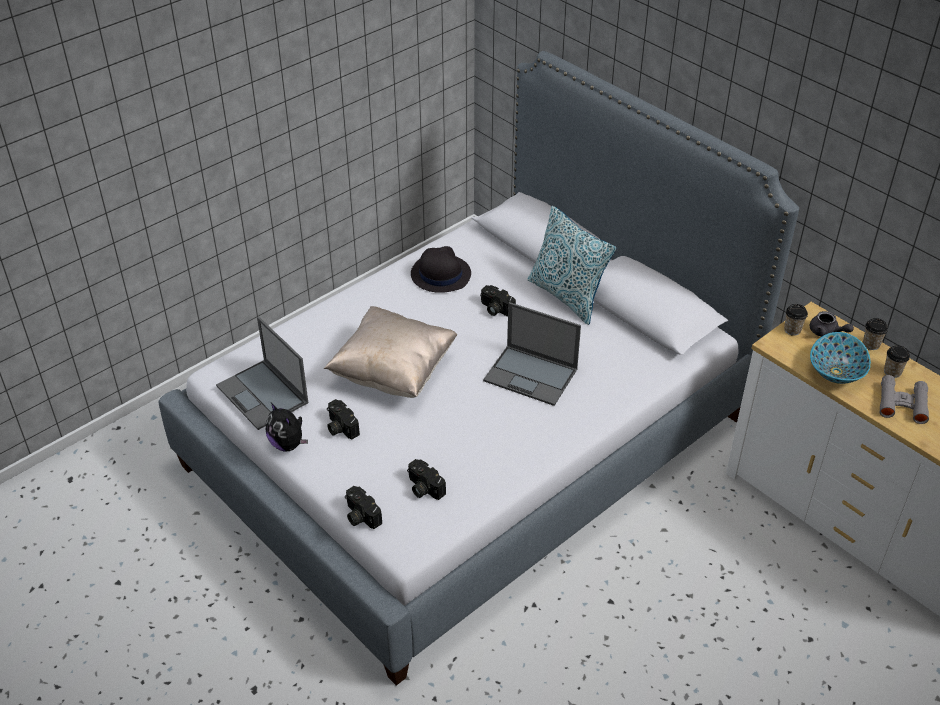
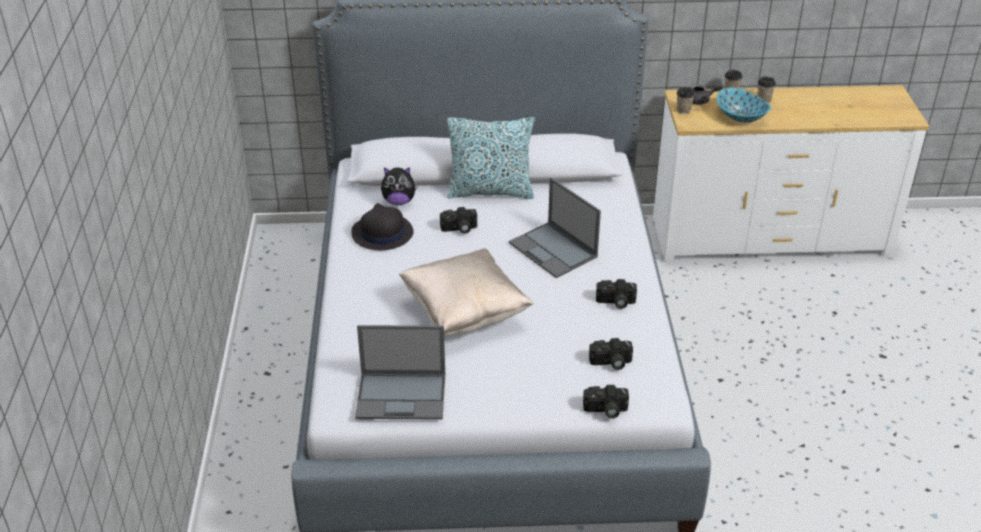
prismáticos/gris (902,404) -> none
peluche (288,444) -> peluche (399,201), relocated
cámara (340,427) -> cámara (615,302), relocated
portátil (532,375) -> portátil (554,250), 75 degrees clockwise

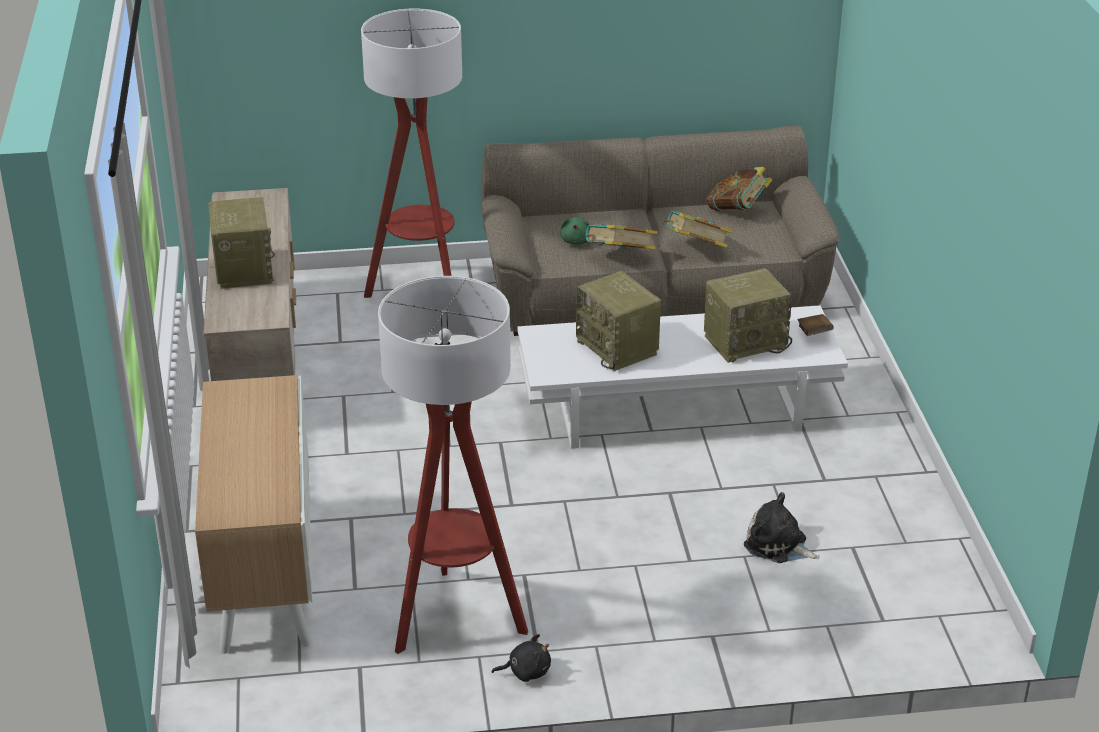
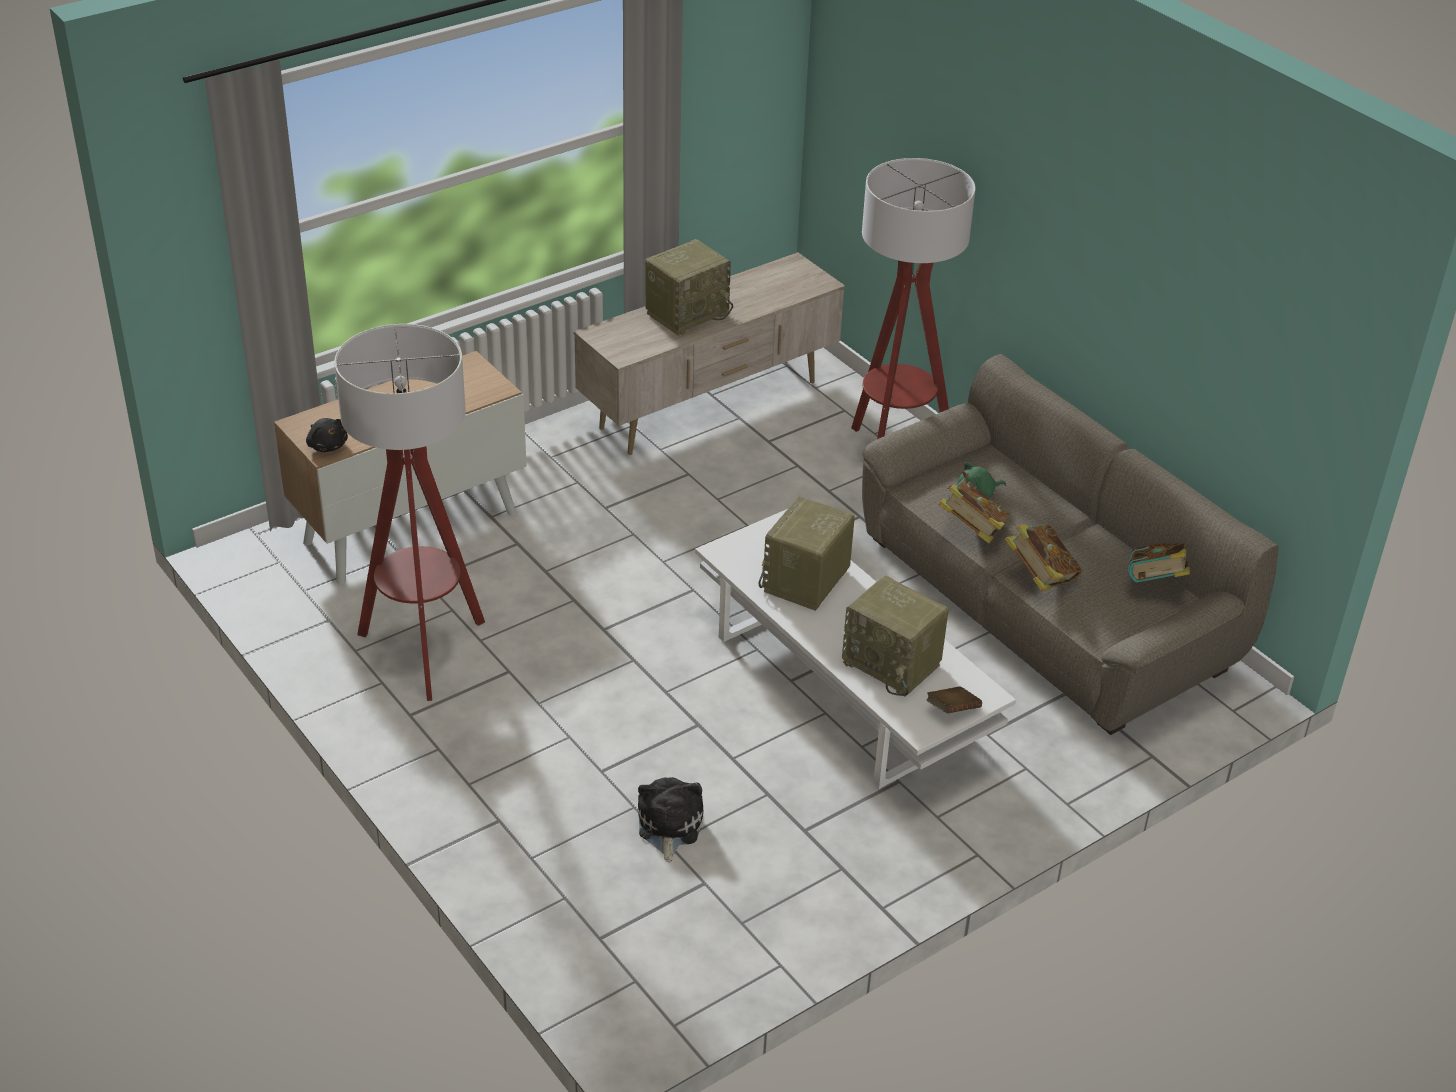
peluche/negro (526,671) -> peluche/negro (327,445), relocated

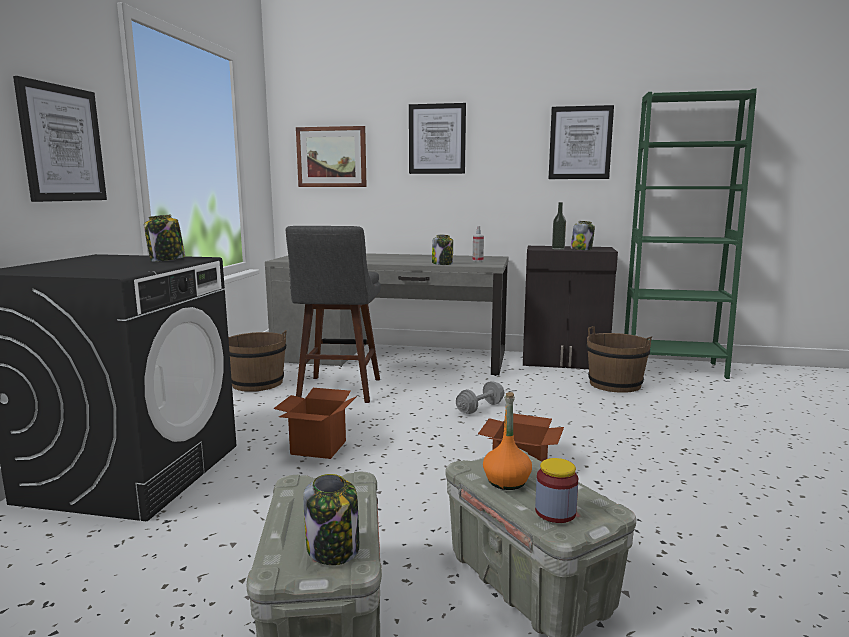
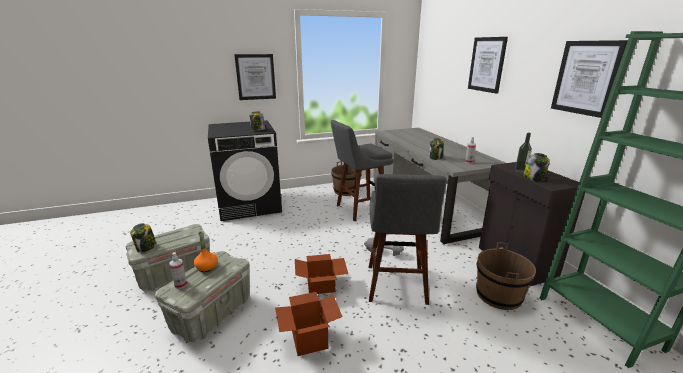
cuadro (331,157) -> none
none -> taburete/gris (396,286)
caja de cartón (319,447) -> caja de cartón (309,340), relocated
tarro (555,512) -> pulverizador (181,285)

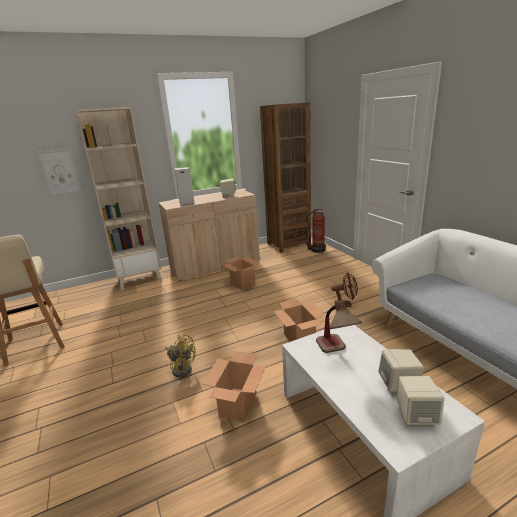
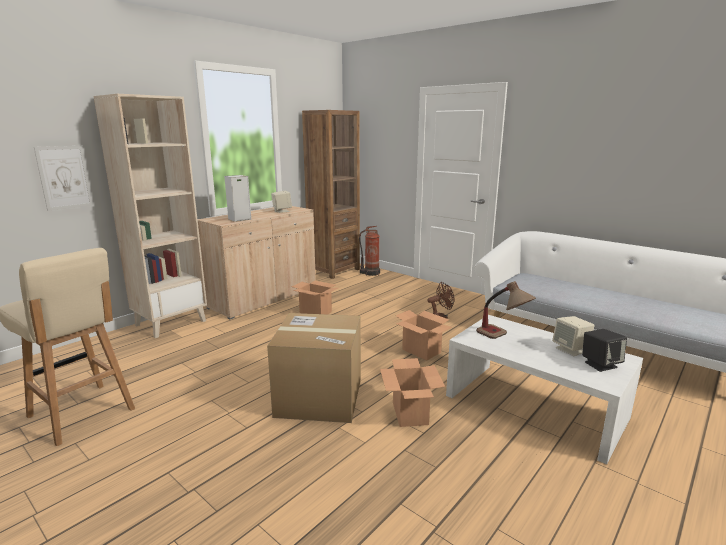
ventilador/amarillo (181,368) -> caja de cartón (319,397)
altavoz/beis (416,417) -> altavoz/negro (600,364)

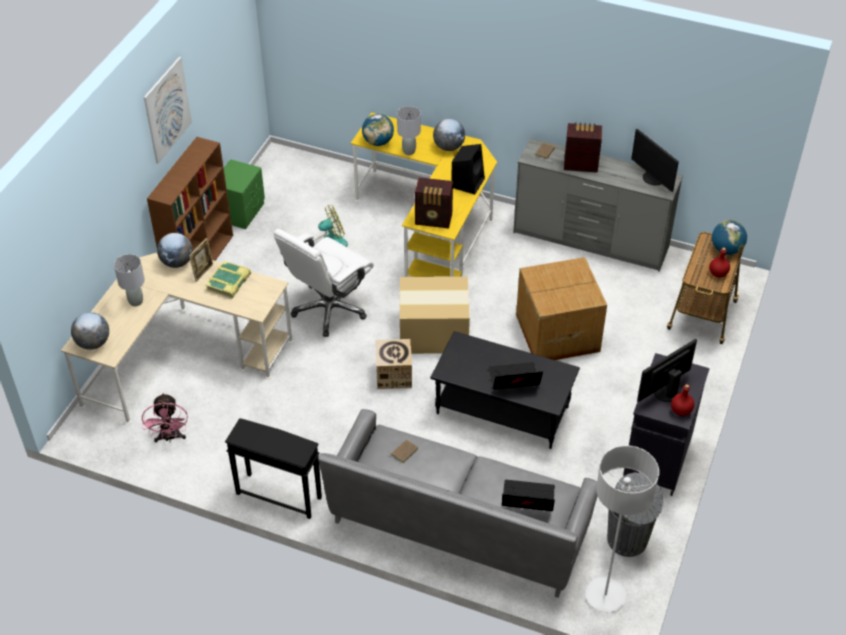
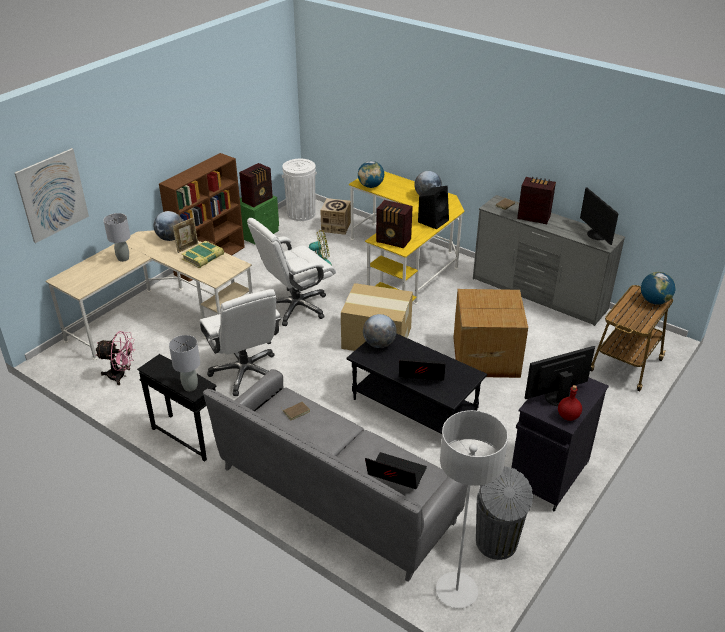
botella/rojo (717,273) -> none
none -> silla de oficina/blanco (245,372)
none -> radio (258,200)
none -> papelera/blanco (301,213)
globo terráqueo (93,343) -> globo terráqueo (379,344), relocated
cuadro (167,110) -> cuadro (52,195), relocated
caja de cartón (394,375) -> caja de cartón (336,227), relocated
lámpara de mesa/gris (409,151) -> lámpara de mesa/gris (190,387), relocated
ventilador/rosa (170,437) -> ventilador/rosa (121,376), 90 degrees counterclockwise

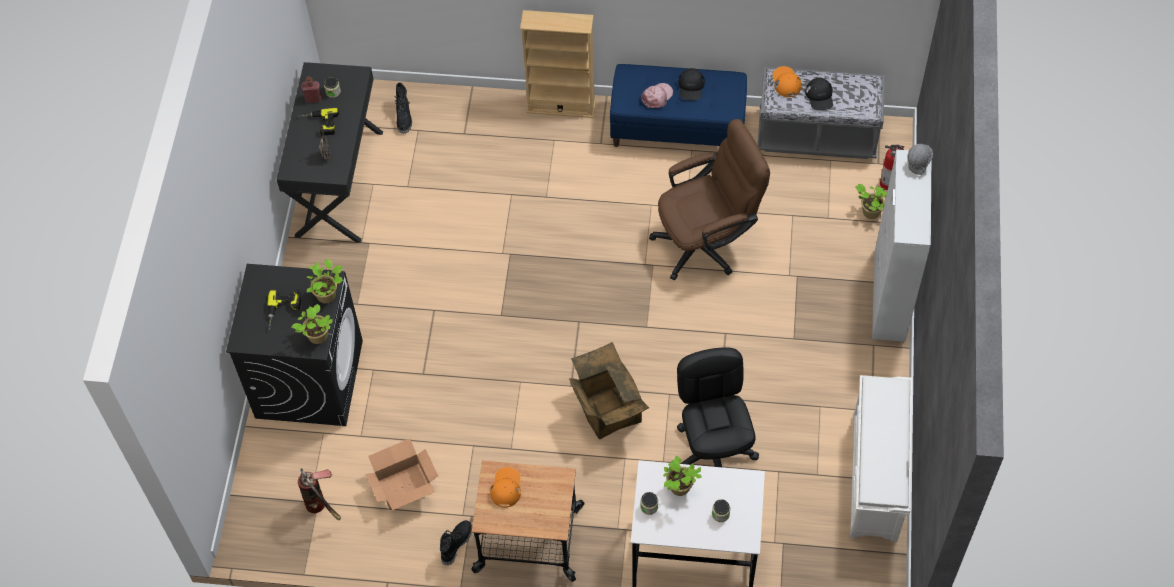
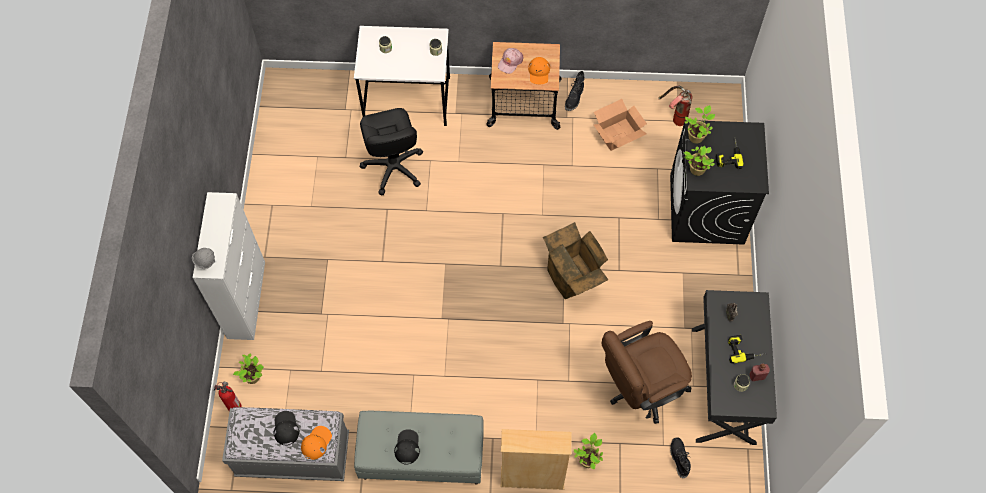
zapatero/blanco (875,479) -> none
caja de cartón (607,412) -> caja de cartón (574,276), relocated
gorra/rosa (657,97) -> gorra/rosa (510,62), relocated
silla de oficina/marrón (707,242) -> silla de oficina/marrón (640,388), relocated
planta en maceta (679,489) -> planta en maceta (588,459), relocated
banco/azul (678,128) -> banco/gris (421,457)
gorra/naranja (786,82) -> gorra/naranja (316,443), 135 degrees counterclockwise

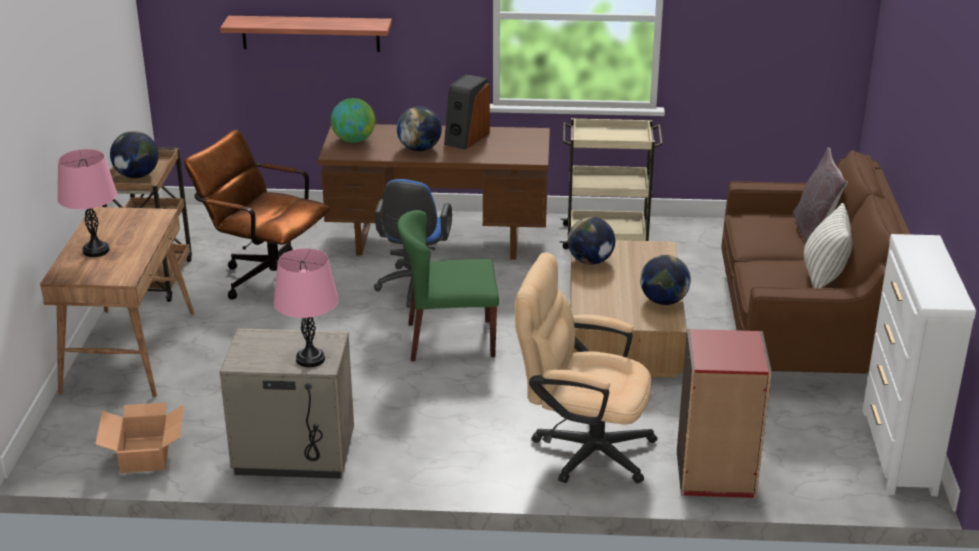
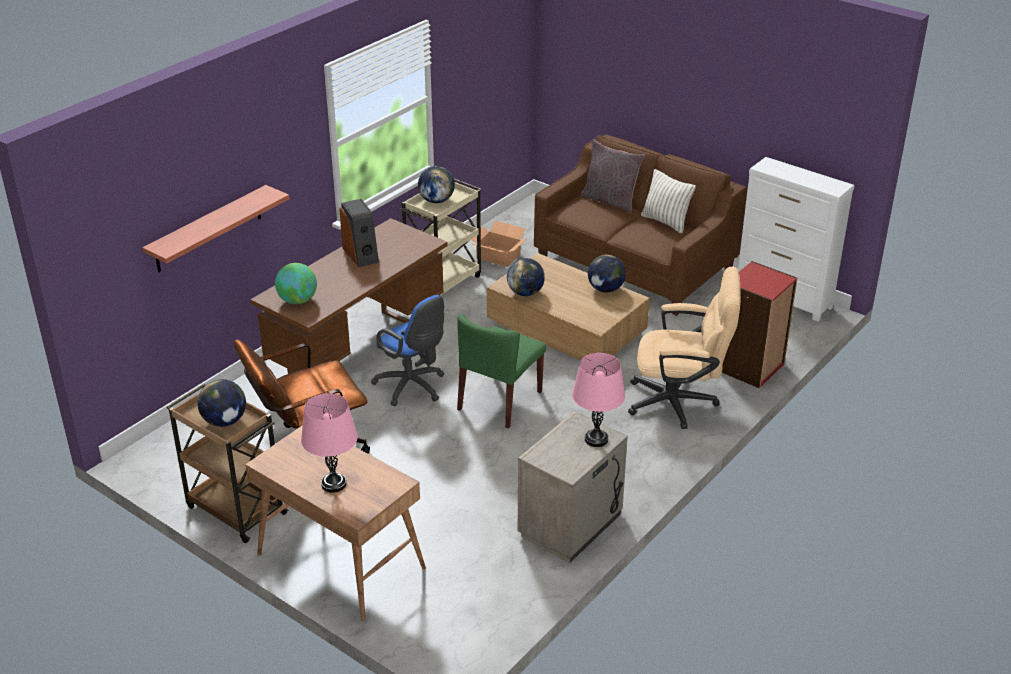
caja de cartón (146,454) -> caja de cartón (498,256), relocated
globo terráqueo (419,149) -> globo terráqueo (436,200), relocated
silla de oficina/beis (582,449) -> silla de oficina/beis (680,402), 135 degrees counterclockwise

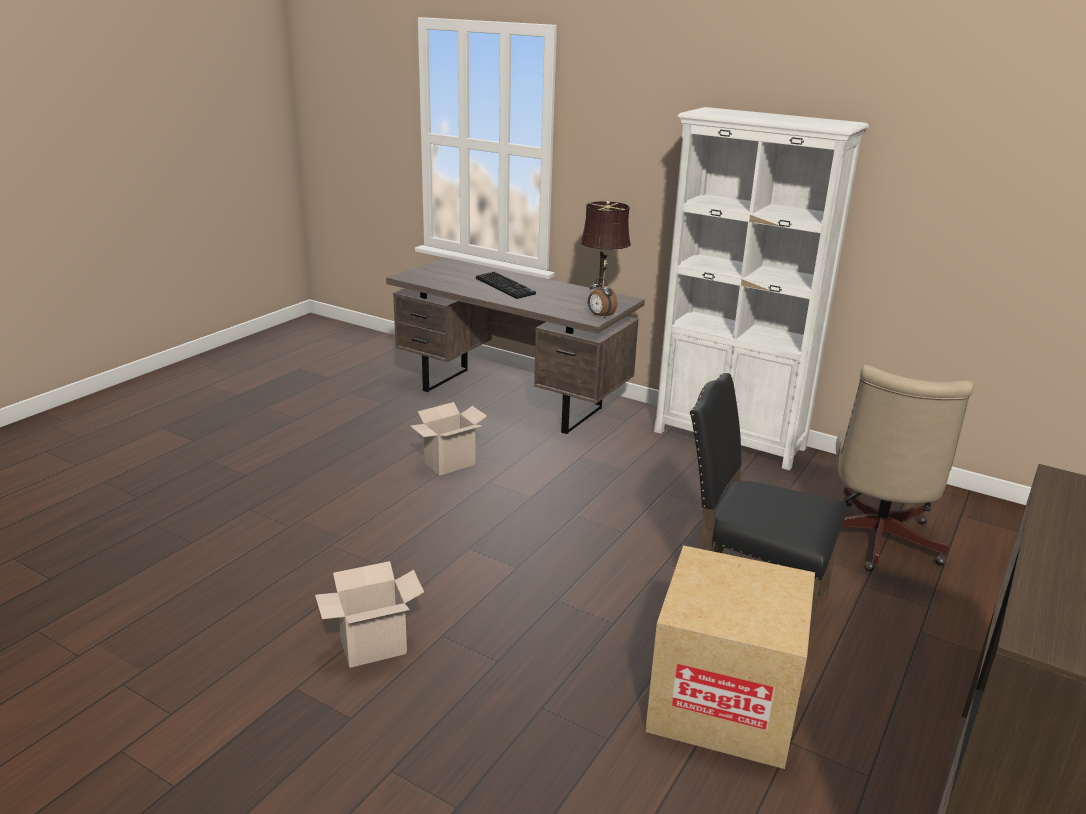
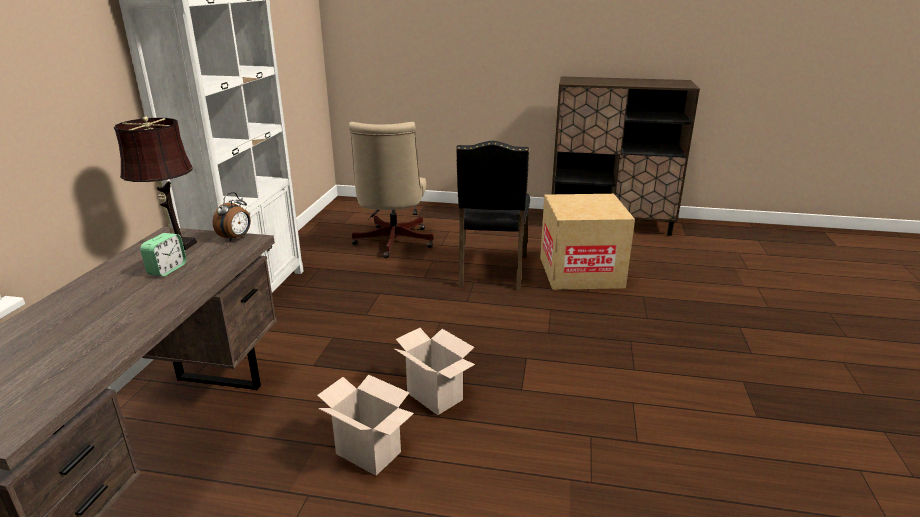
teclado (506,286) -> none
none -> despertador (167,269)
caja de cartón (372,649) -> caja de cartón (437,396), relocated
silla de oficina/beis (874,542) -> silla de oficina/beis (392,243), 90 degrees clockwise

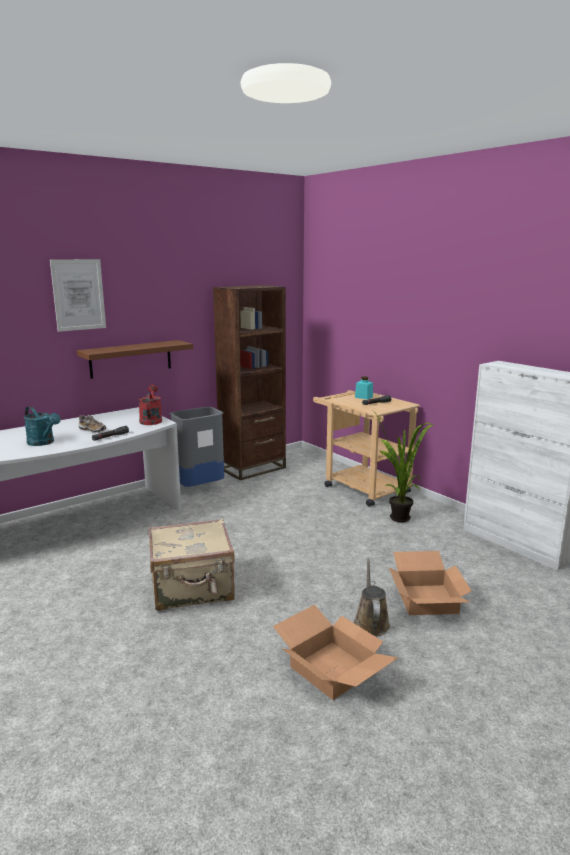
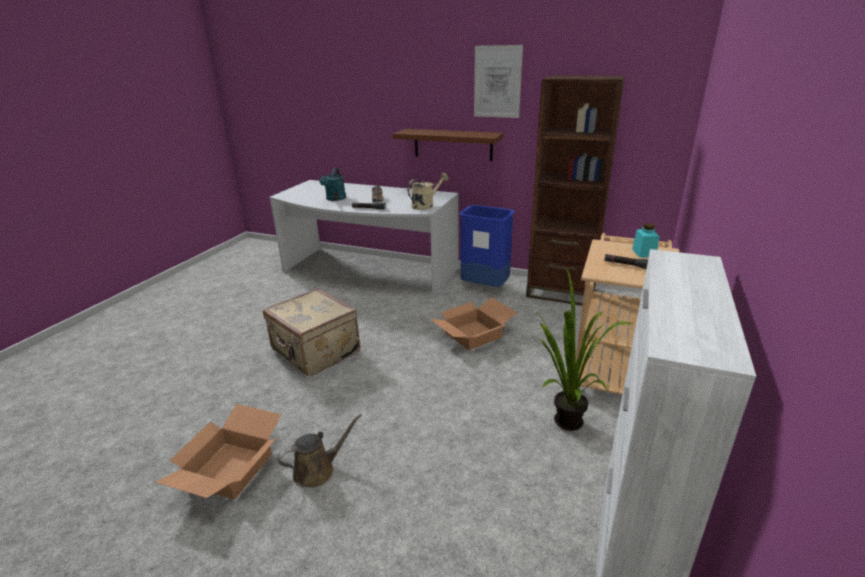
cuadro (78,295) -> cuadro (497,82), relocated
caja de cartón (428,600) -> caja de cartón (473,335), relocated
regadera/rojo (151,420) -> regadera/beis (426,205)
papelera/gris (199,488) -> papelera/azul (485,286)

